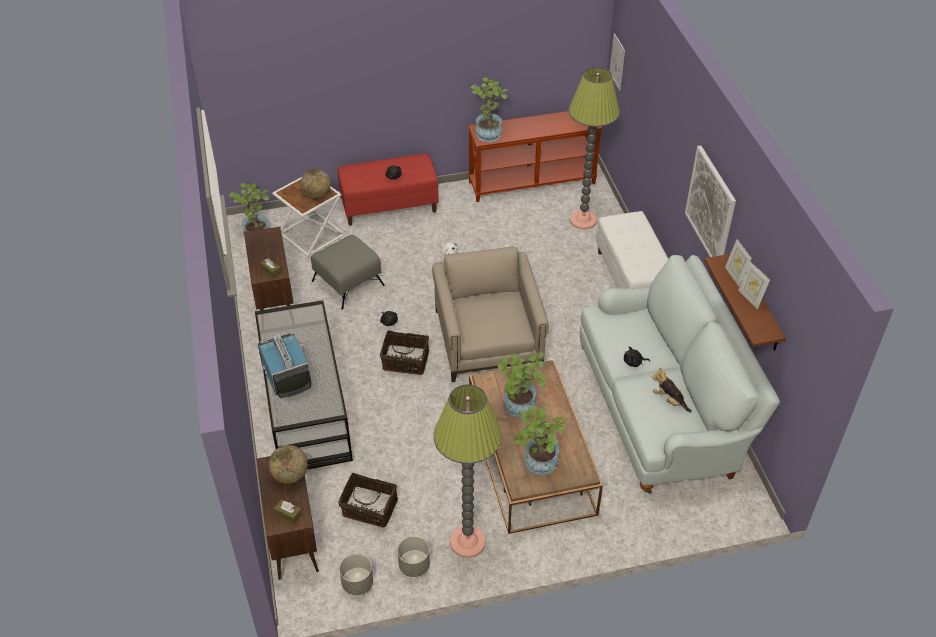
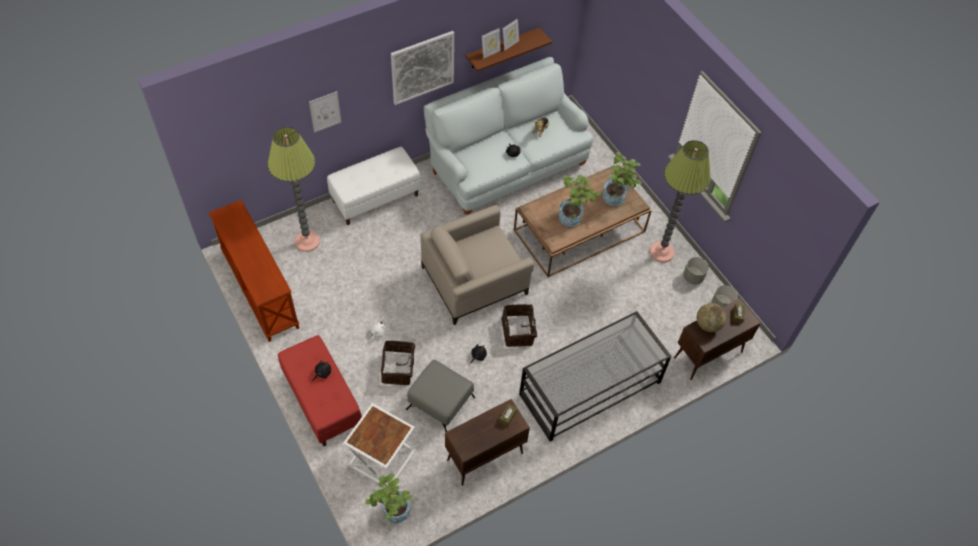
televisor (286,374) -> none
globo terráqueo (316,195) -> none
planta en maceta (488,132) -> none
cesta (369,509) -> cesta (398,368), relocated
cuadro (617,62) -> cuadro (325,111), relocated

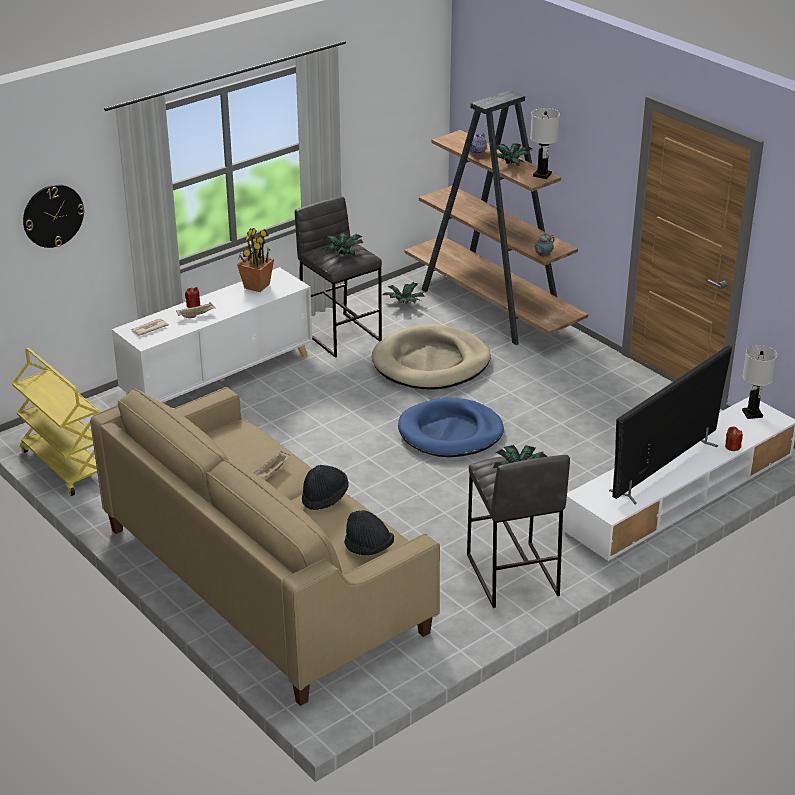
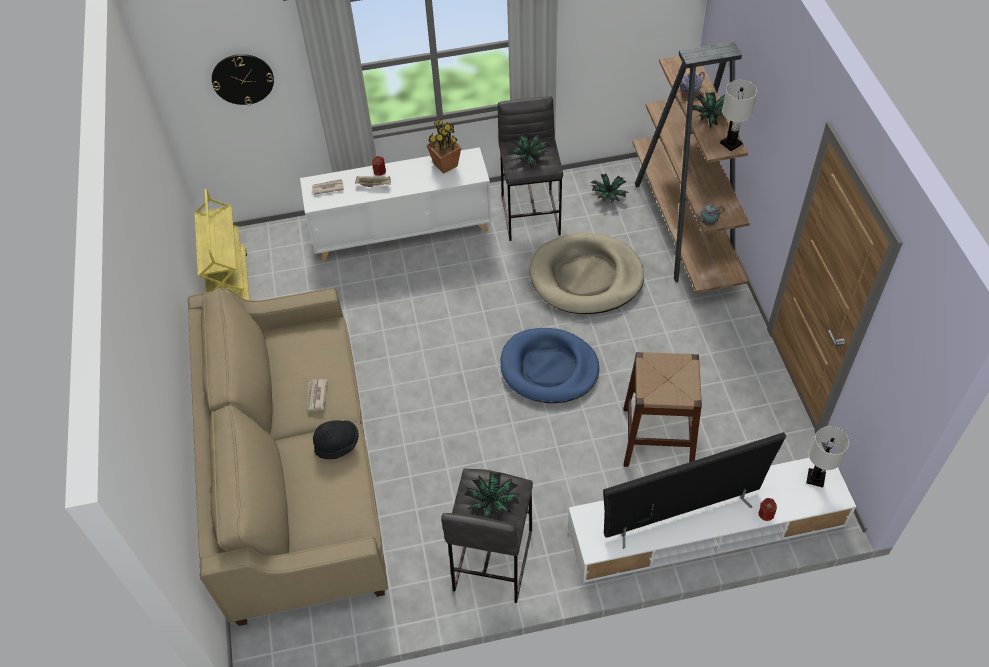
sombrero/negro (368,548) -> none
none -> taburete/marrón (658,437)
bandeja/beis (272,471) -> periódico (316,396)

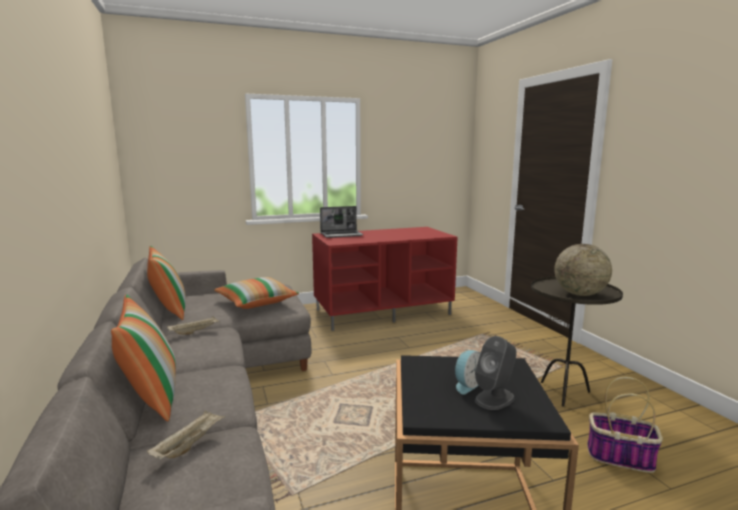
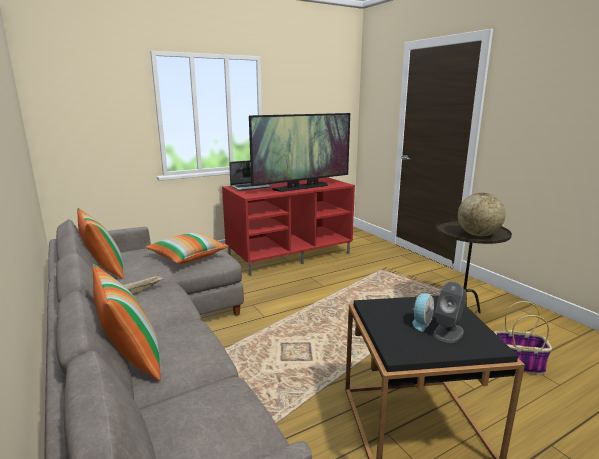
bandeja/beis (189,445) -> none
none -> televisor (302,187)

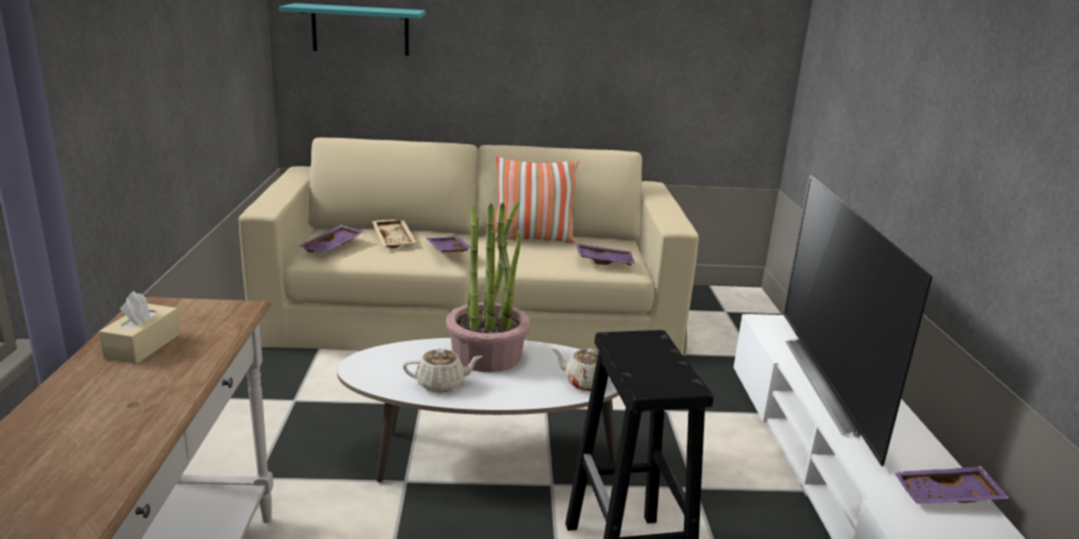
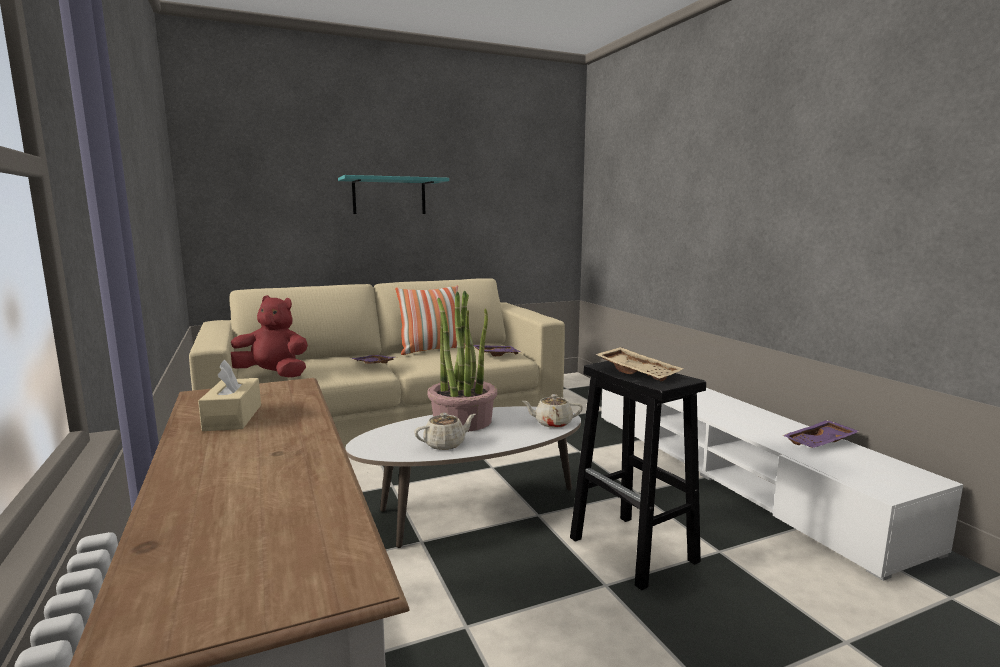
televisor (835,384) -> none
estante/turquesa (360,30) -> estante/turquesa (389,196), relocated
bandeja/beis (394,239) -> bandeja/beis (638,372), relocated
bandeja/morado (333,247) -> peluche/rojo (272,375)

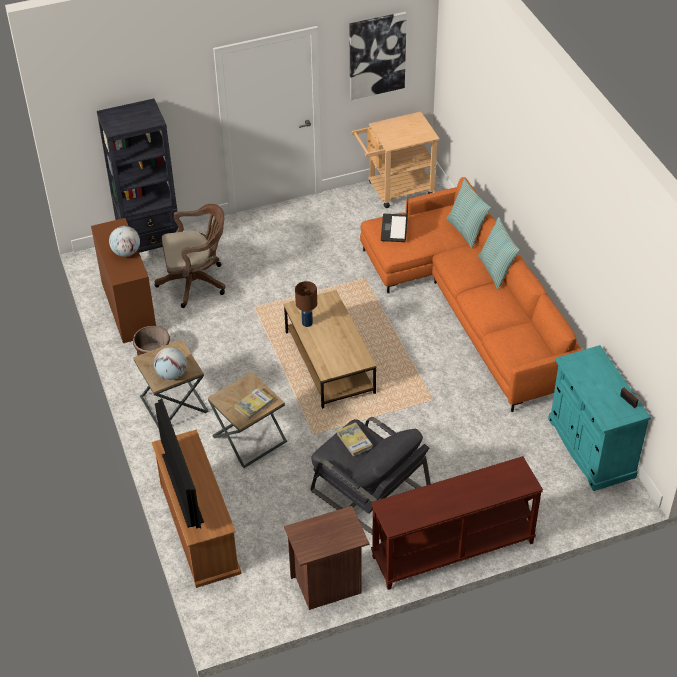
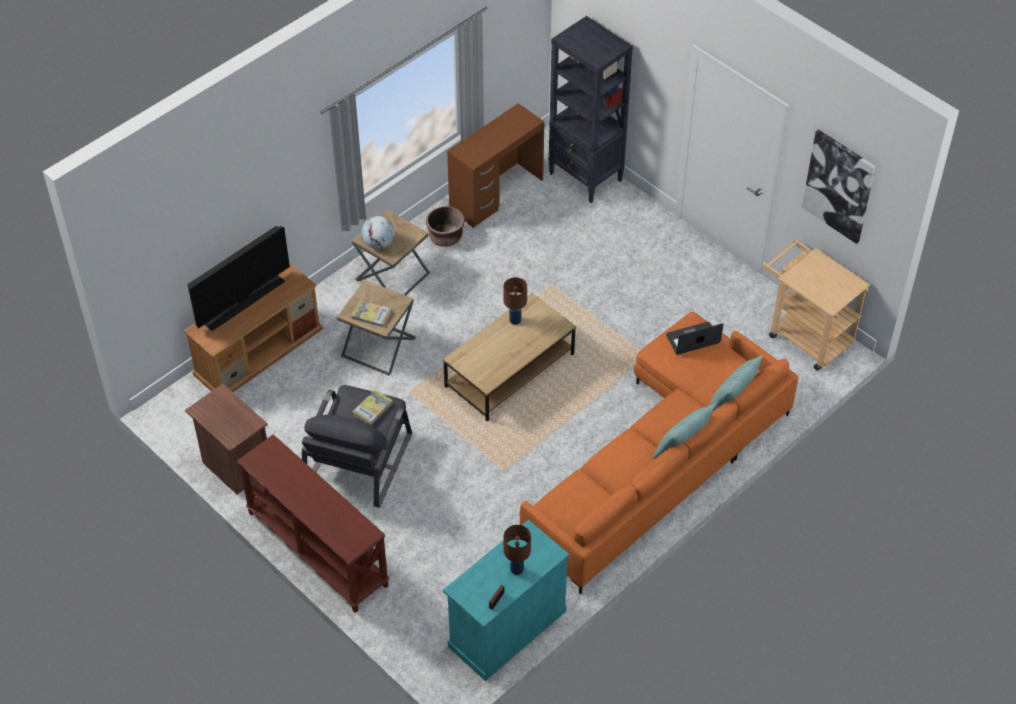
globo terráqueo (126,252) -> none
silla de oficina/marrón (196,282) -> none
none -> lámpara de mesa/marrón (517,569)

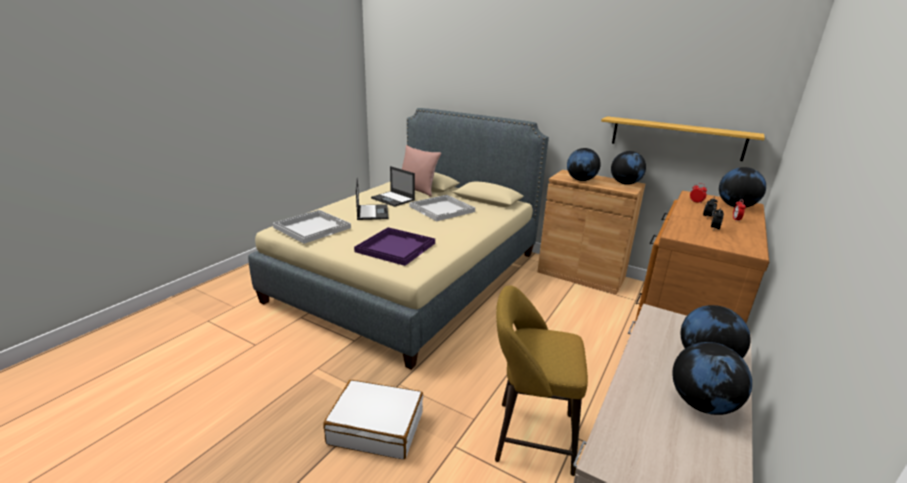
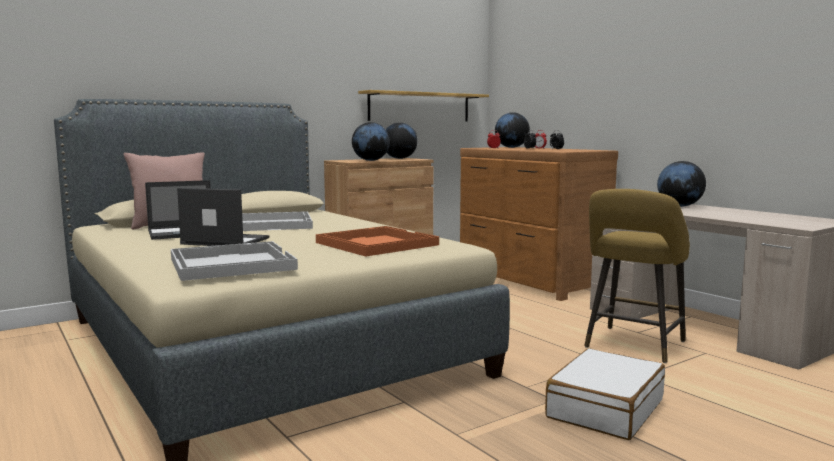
globo terráqueo (702,404) -> none
bandeja/morado (395,247) -> bandeja/naranja (375,244)

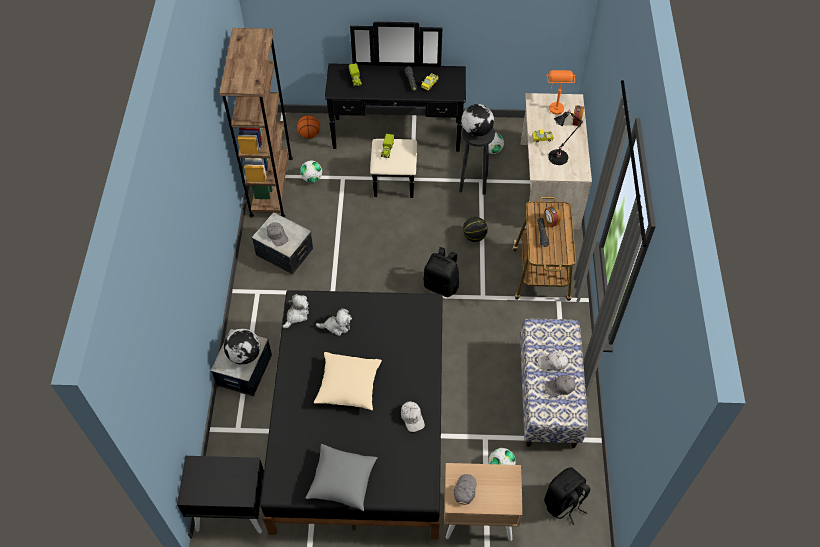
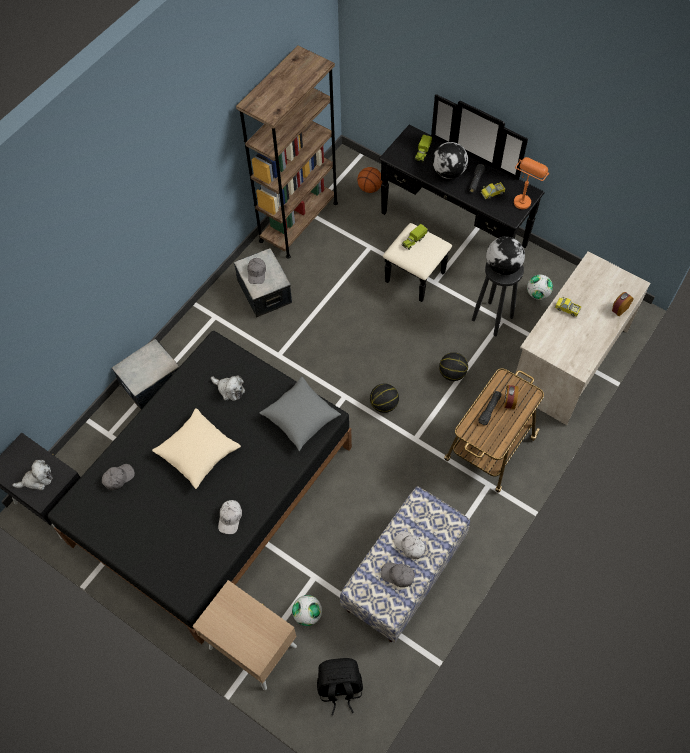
balón de fútbol (312,178) -> none
lámpara de mesa/negro (559,157) -> none
globo terráqueo (245,355) -> globo terráqueo (448,172), relocated
peluche (297,315) -> peluche (37,479), relocated
cojín/gris (342,482) -> cojín/gris (300,419), relocated
gorra/gris (464,490) -> gorra/gris (118,478), relocated
lámpara de mesa/naranja (555,105) -> lámpara de mesa/naranja (524,198), relocated
mochila/negro (441,285) -> balón de baloncesto (384,404)

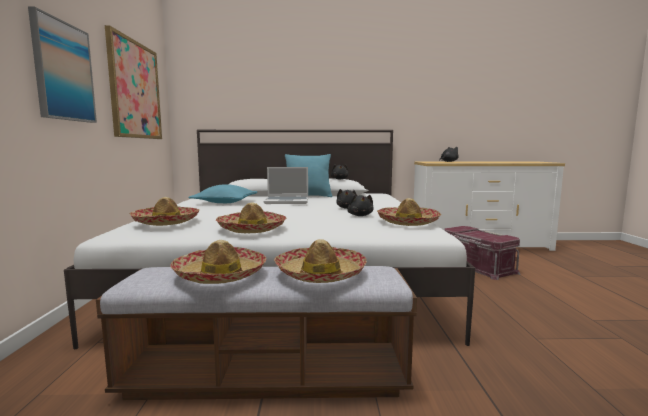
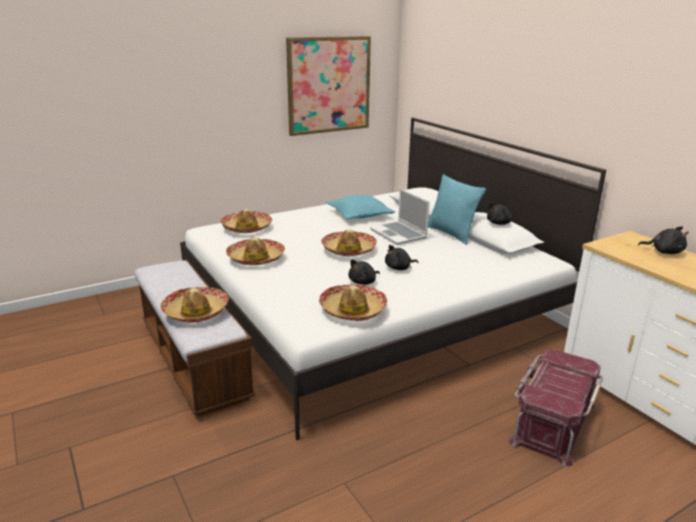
cuadro (63,71) -> none
sombrero (220,275) -> sombrero (348,250), relocated

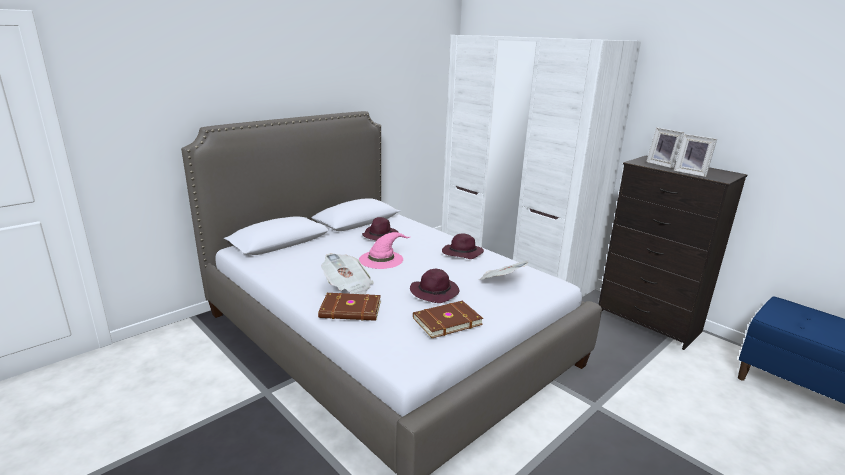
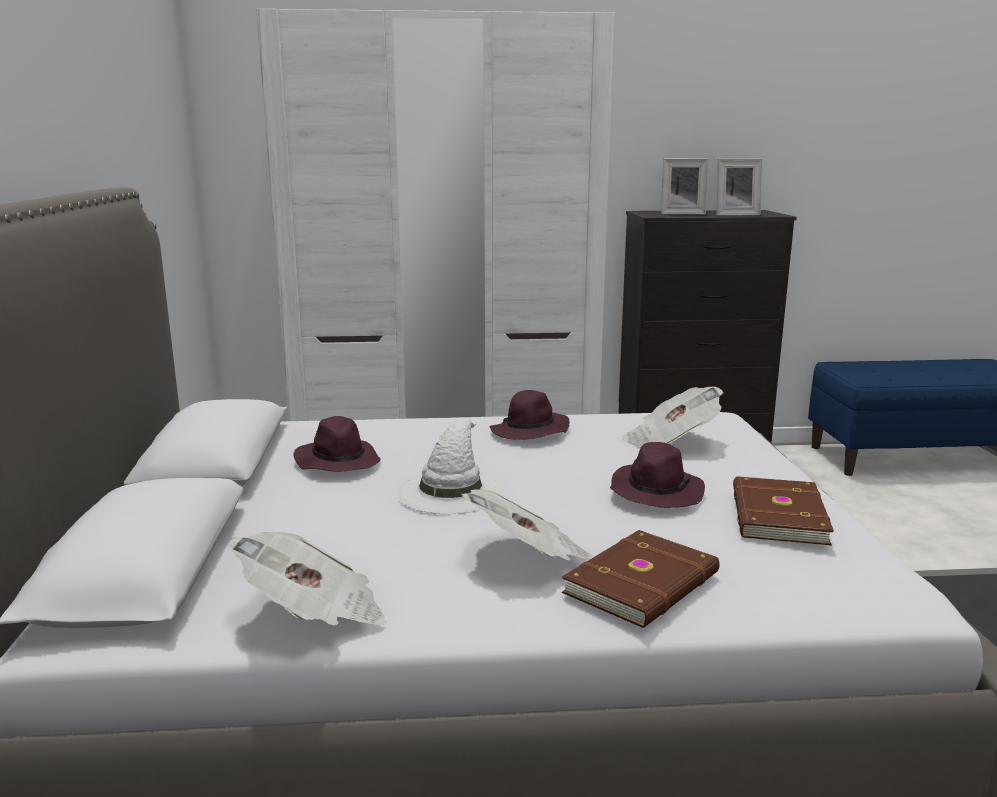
none -> periódico (315,614)
sombrero/rosa (381,259) -> sombrero/blanco (451,491)

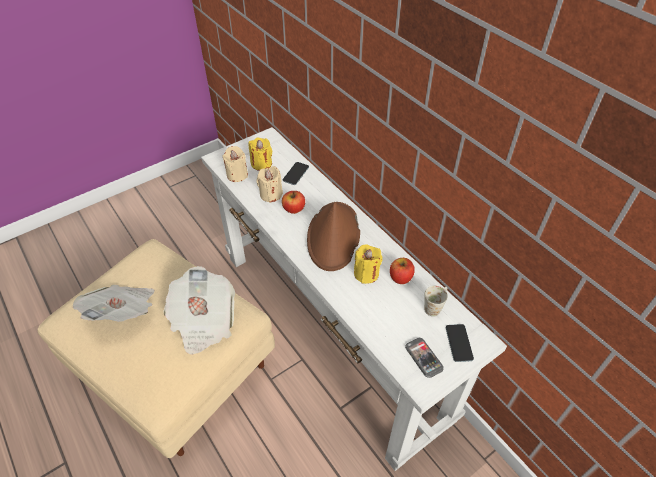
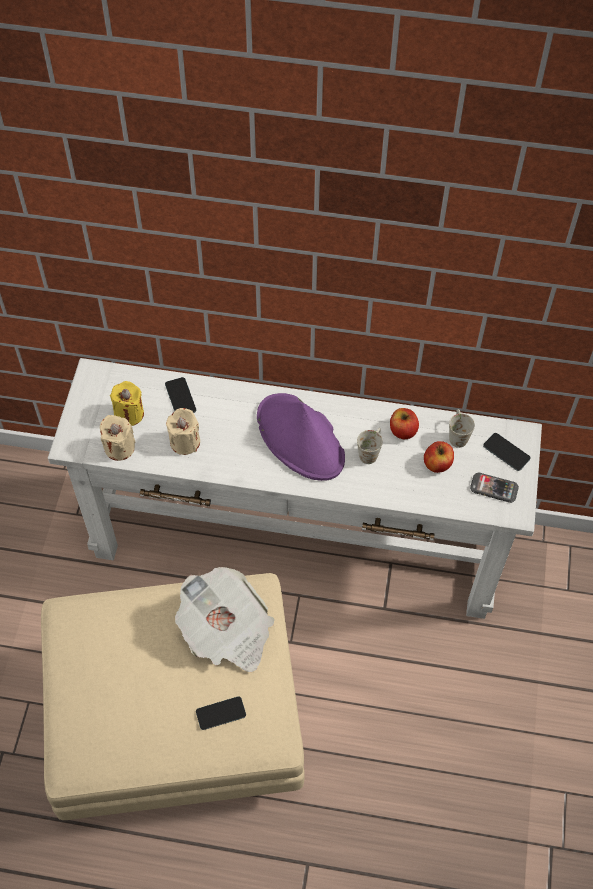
periódico (123,312) -> none
none -> móvil (221,713)
manzana (294,209) -> manzana (437,464), relocated
vela/amarillo (366,273) -> taza grande/blanco (370,451)
sombrero/marrón (333,237) -> sombrero/morado (301,438)

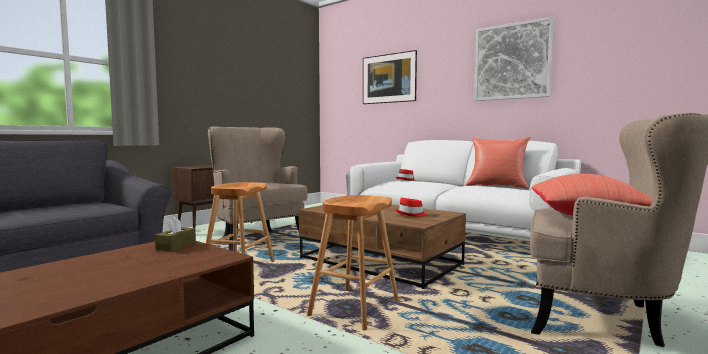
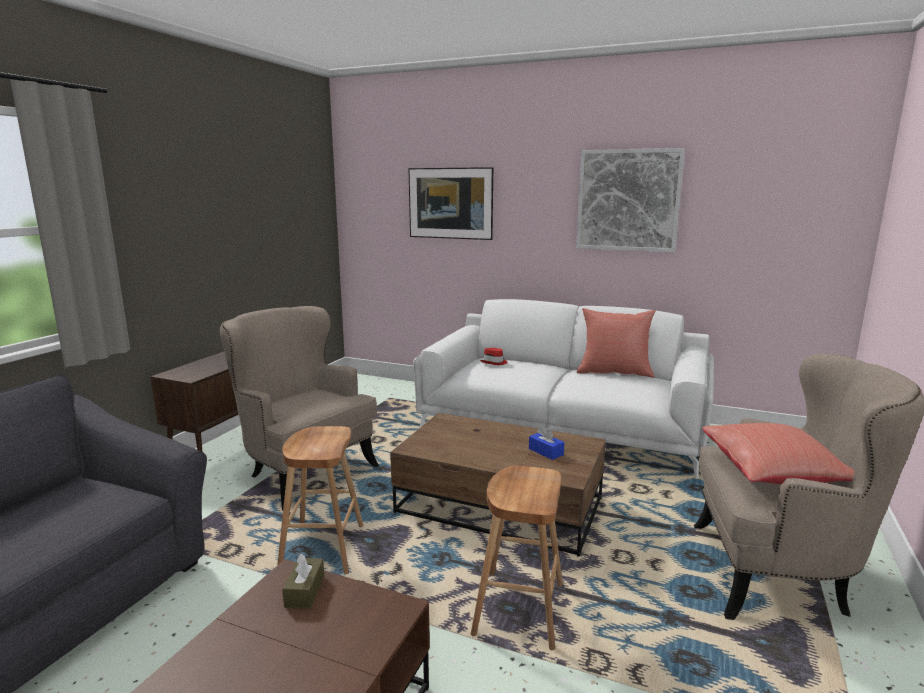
sombrero/rojo (411,214) -> caja de pañuelos/azul (546,452)

